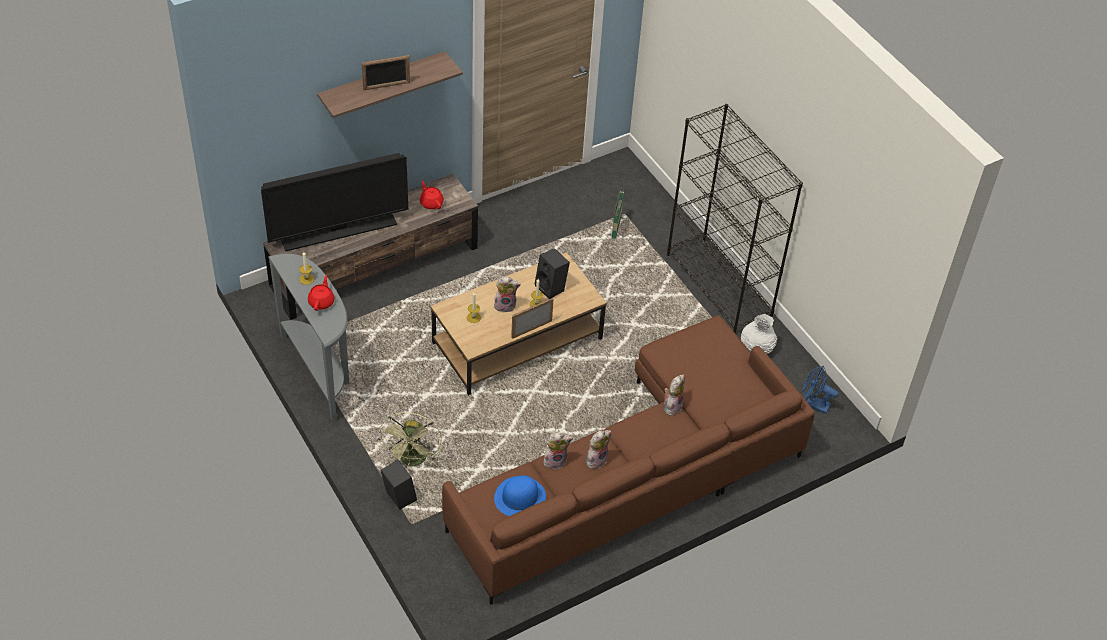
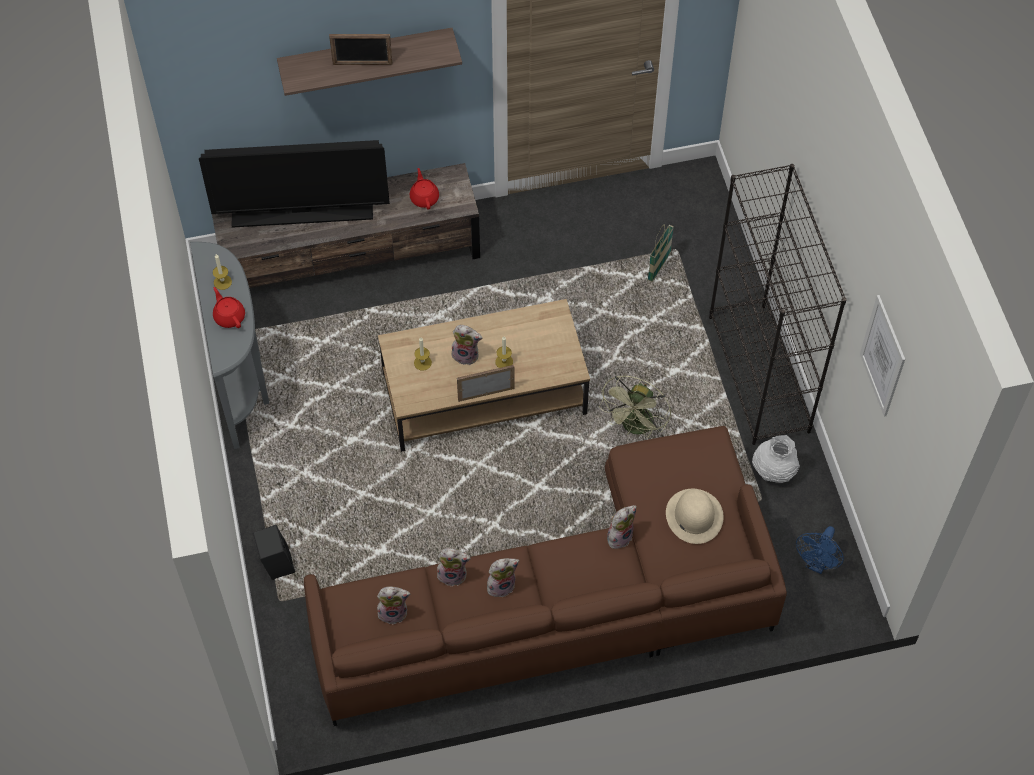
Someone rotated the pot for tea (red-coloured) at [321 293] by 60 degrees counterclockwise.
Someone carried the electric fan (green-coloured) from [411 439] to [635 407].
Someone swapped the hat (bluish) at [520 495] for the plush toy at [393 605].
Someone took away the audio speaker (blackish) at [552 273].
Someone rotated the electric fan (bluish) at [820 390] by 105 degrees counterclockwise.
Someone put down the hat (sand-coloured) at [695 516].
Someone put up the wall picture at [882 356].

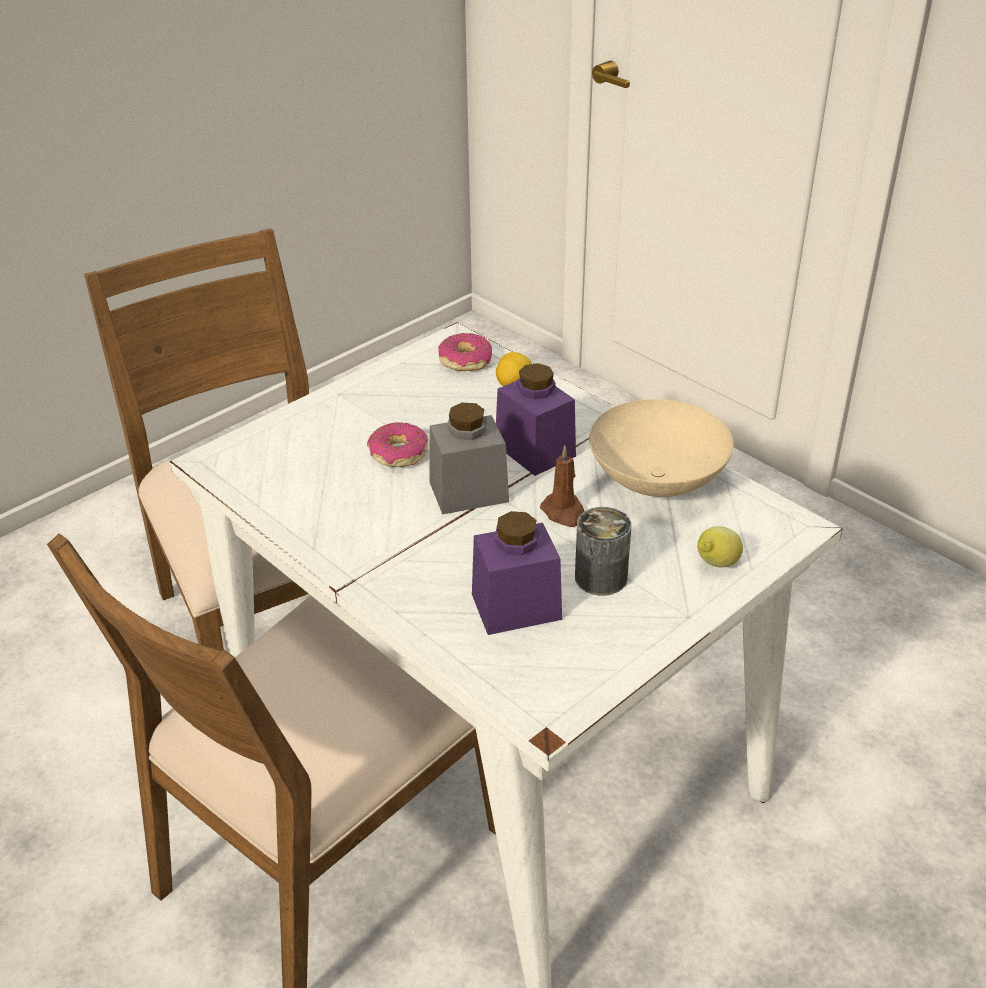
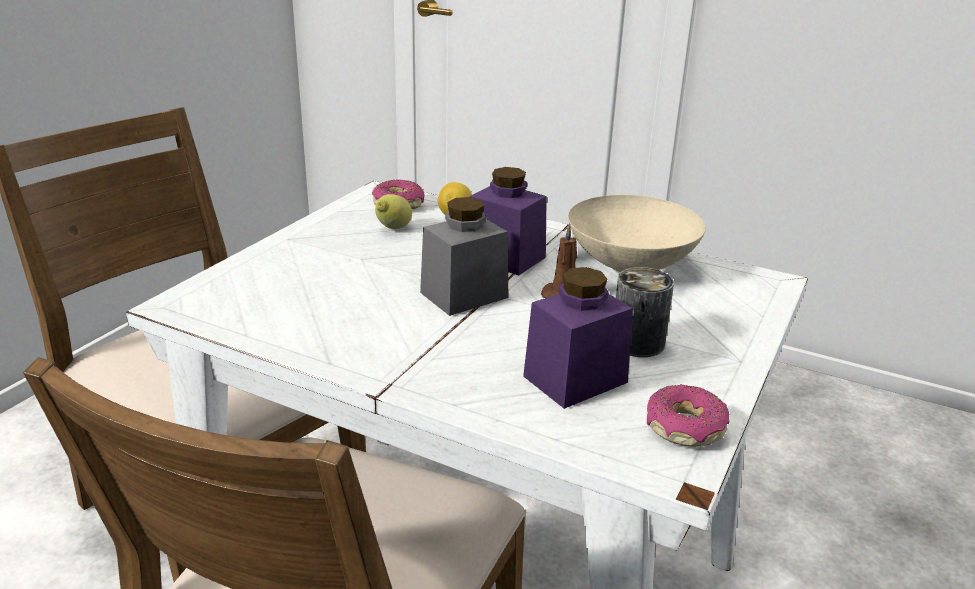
Someone carried the doughnut from [397 444] to [688 416].
Someone carried the lemon from [720 546] to [393 211].

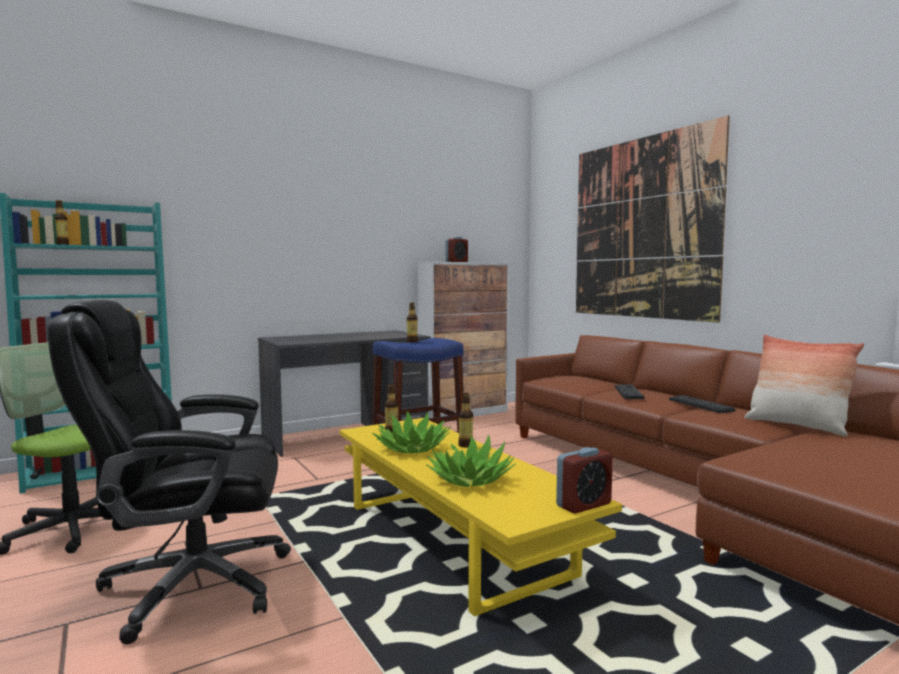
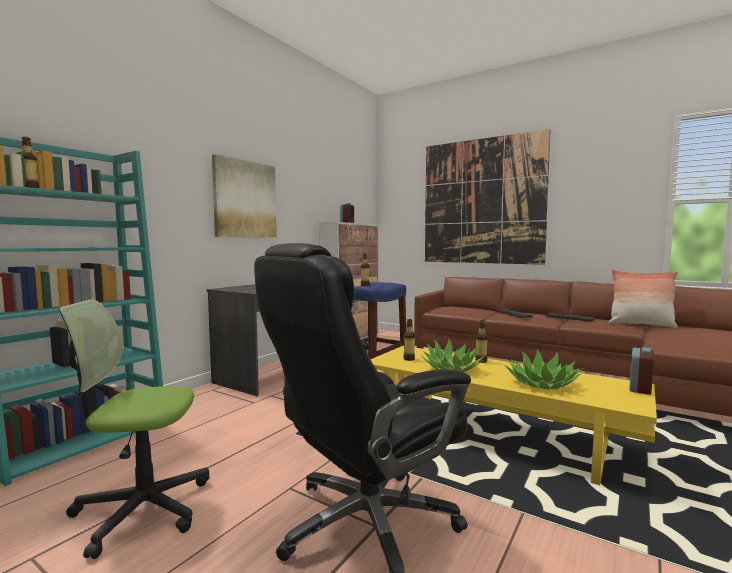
Someone put up the wall picture at [244 196].

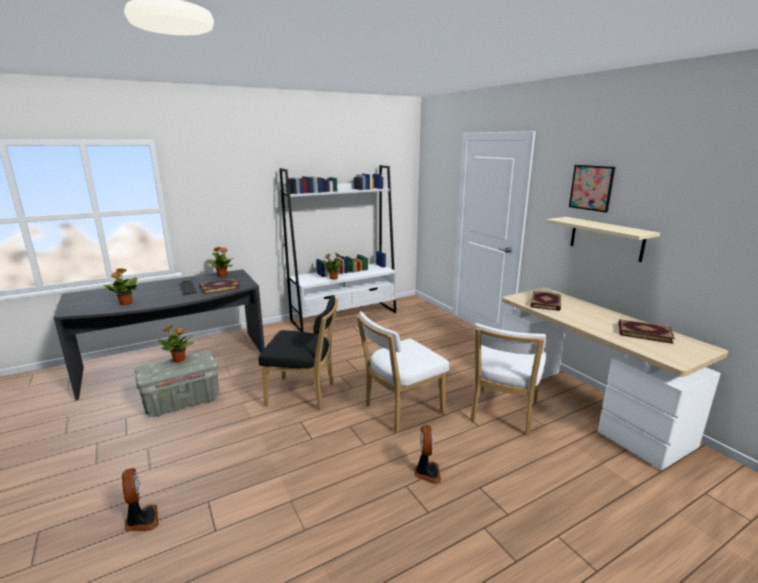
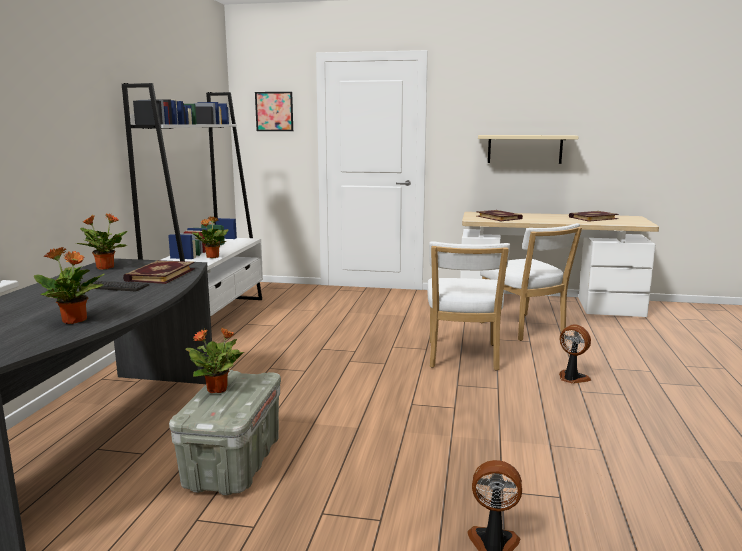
Someone took away the upright chair (blackish) at [298 352].
Someone carried the wall picture from [592 189] to [274 111].

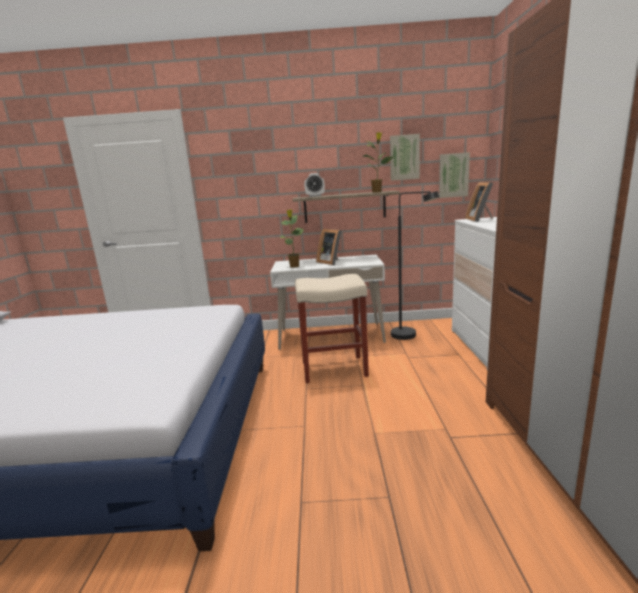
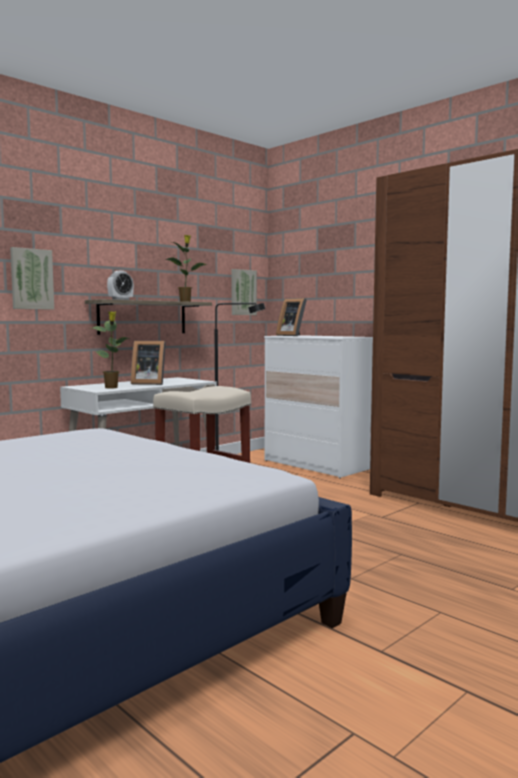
Someone carried the wall picture from [405 157] to [32 278].

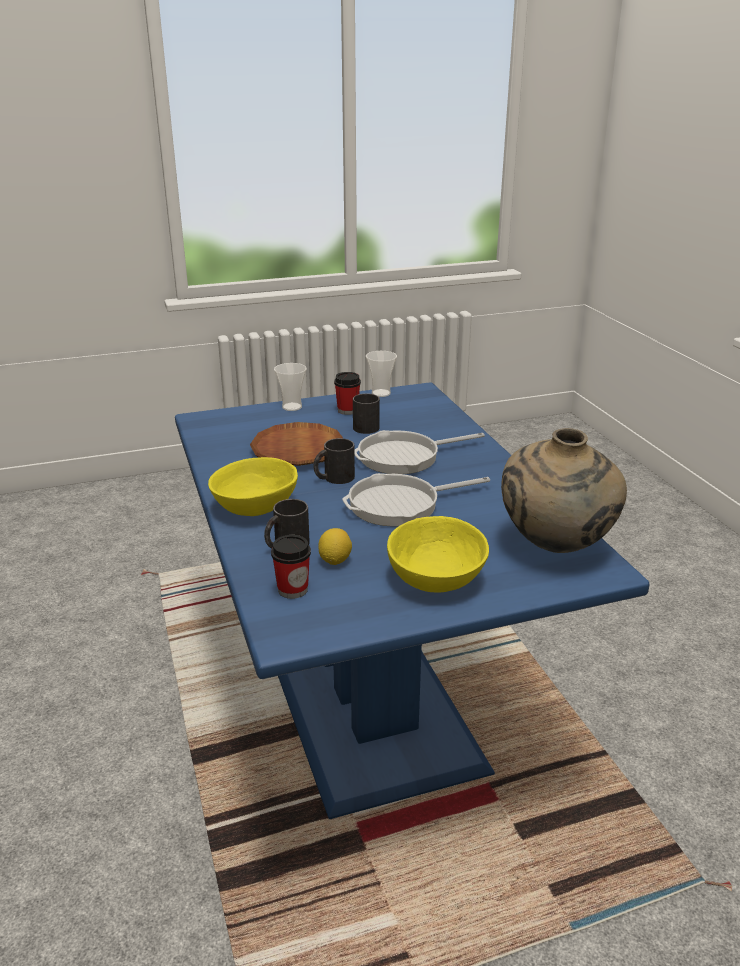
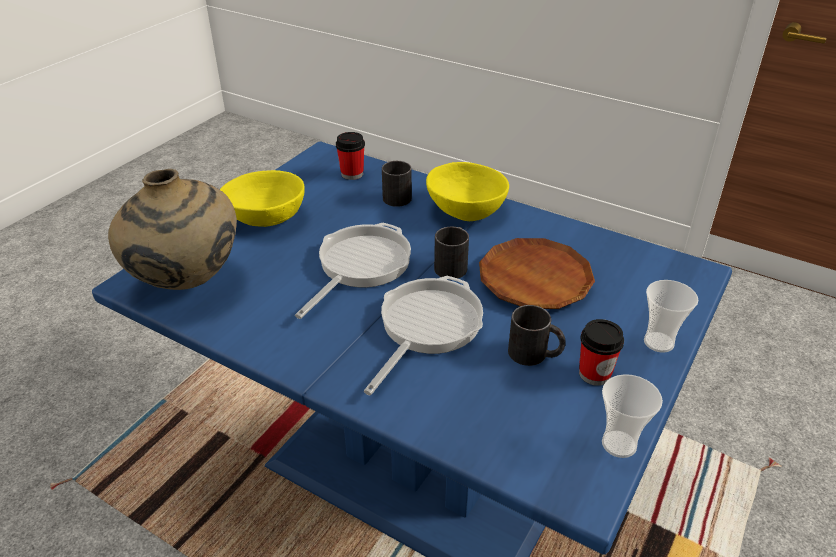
Someone took away the lemon at [335 546].

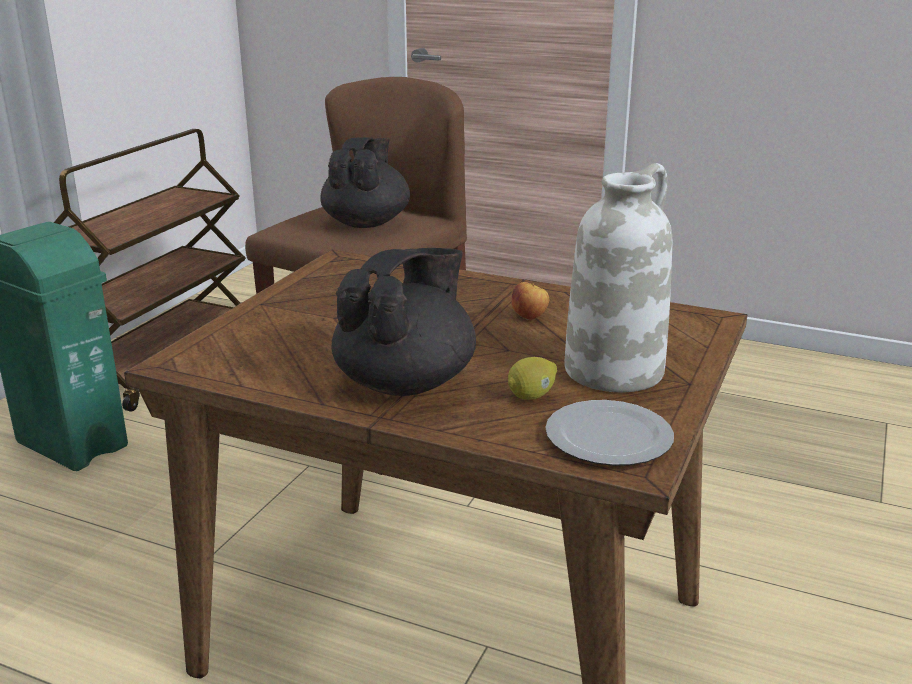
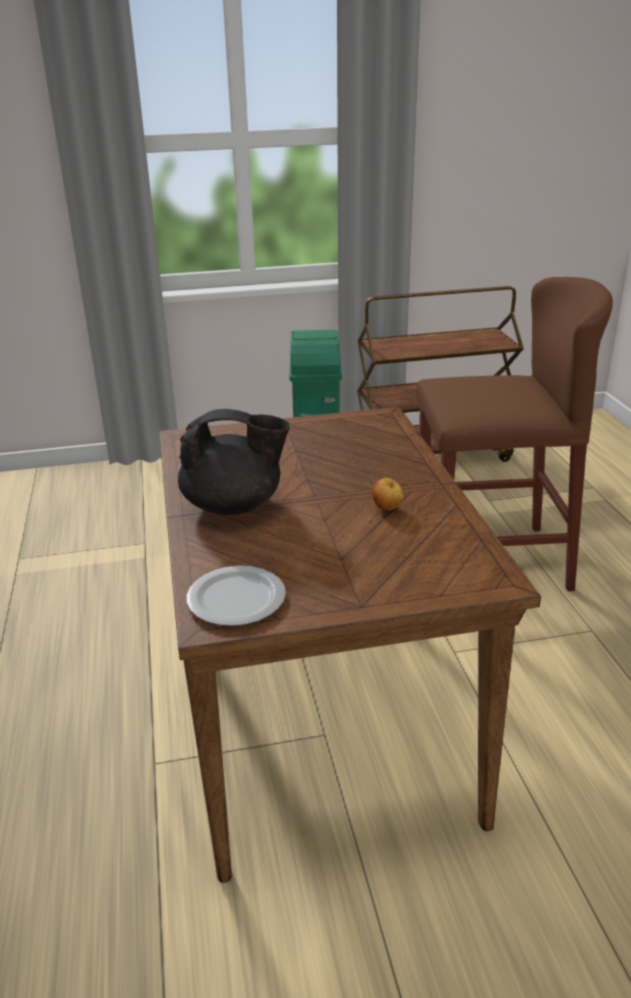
Someone took away the pot for tea (blackish) at [365 182].
Someone took away the lemon at [532 378].
Someone took away the vase (white-coloured) at [618 277].

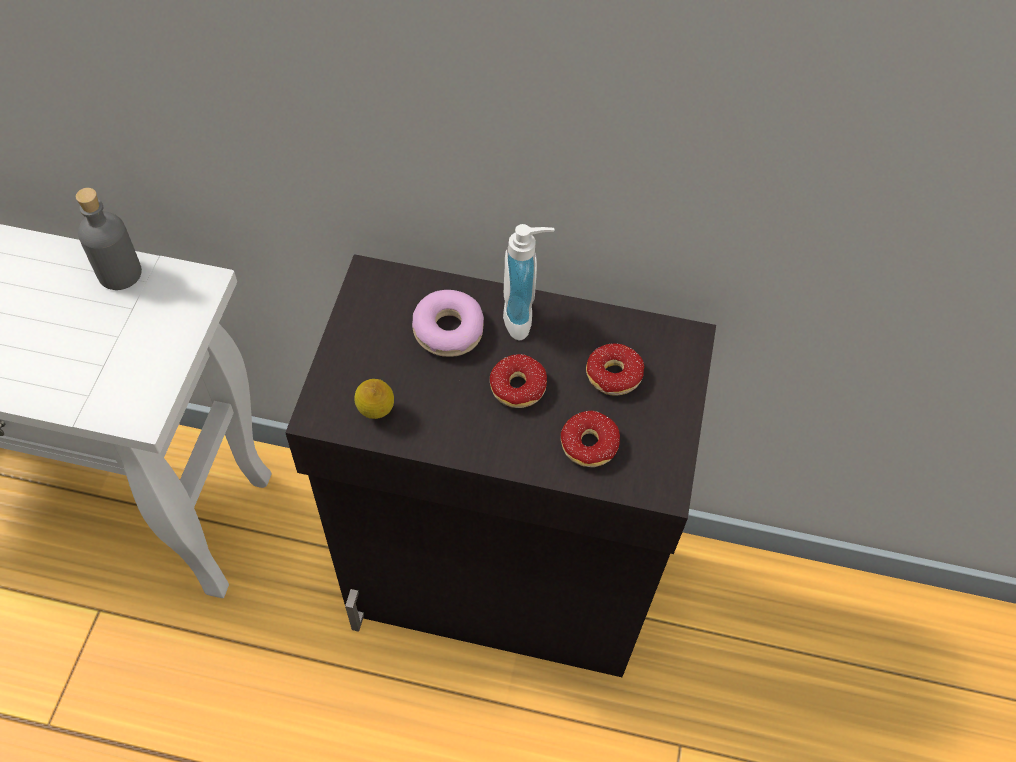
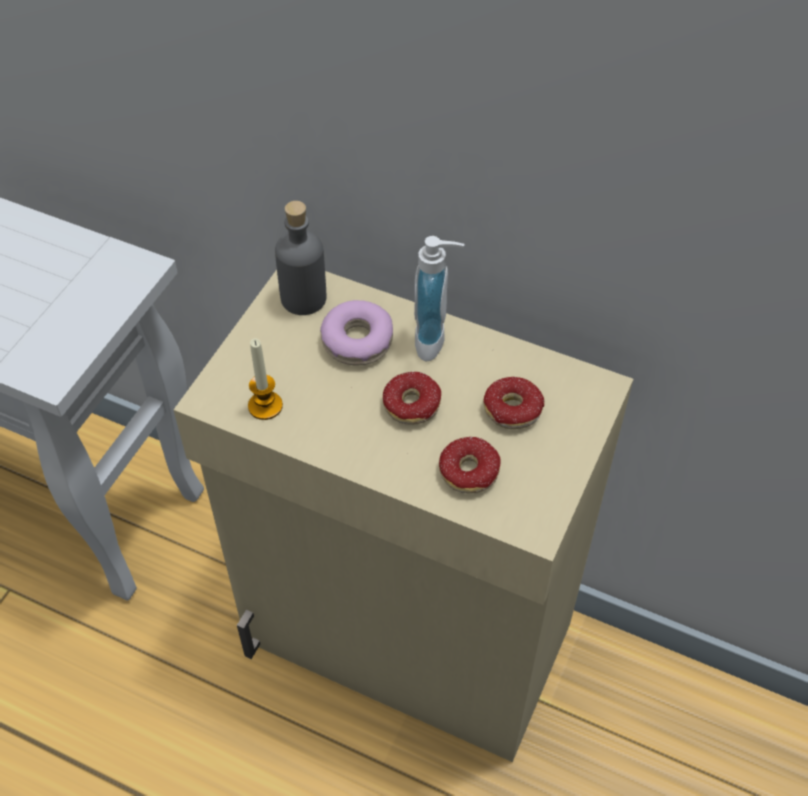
Someone carried the drink bottle (greyish) from [109 239] to [300 258].
Someone repainted the cabinet (blackish) at [500 465], which became the cabinet (sand-coloured) at [403 516].
Someone swapped the lemon at [374 399] for the wax light at [265 379].

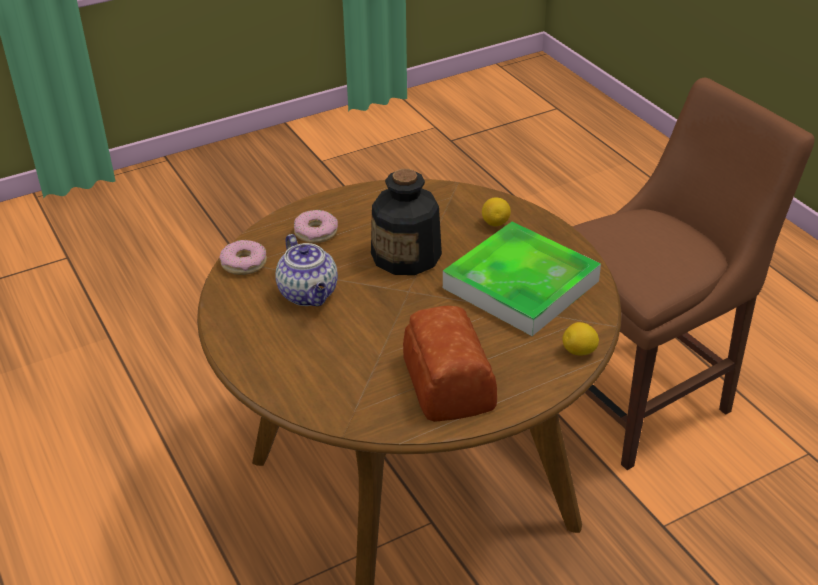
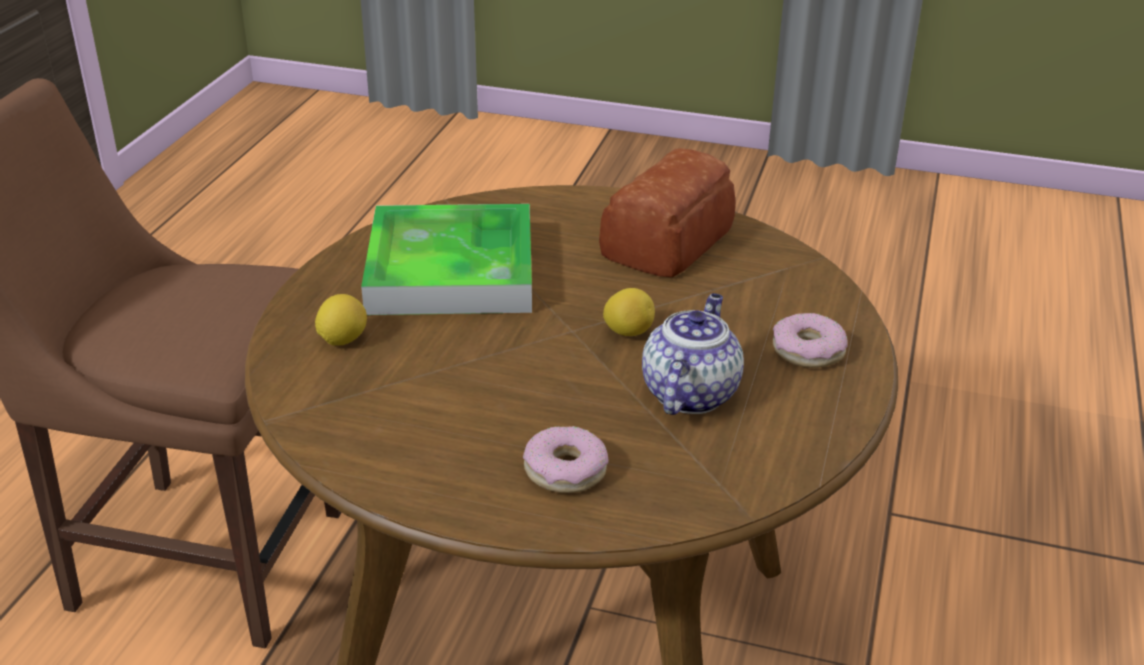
Someone carried the doughnut from [243 257] to [810 340].
Someone took away the drink bottle at [406 222].
Someone carried the lemon from [581 339] to [629 312].

